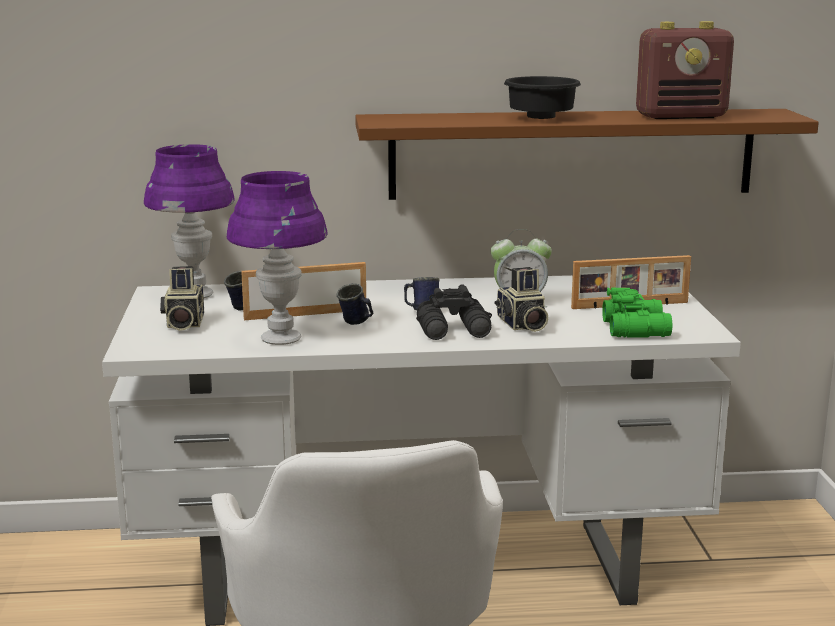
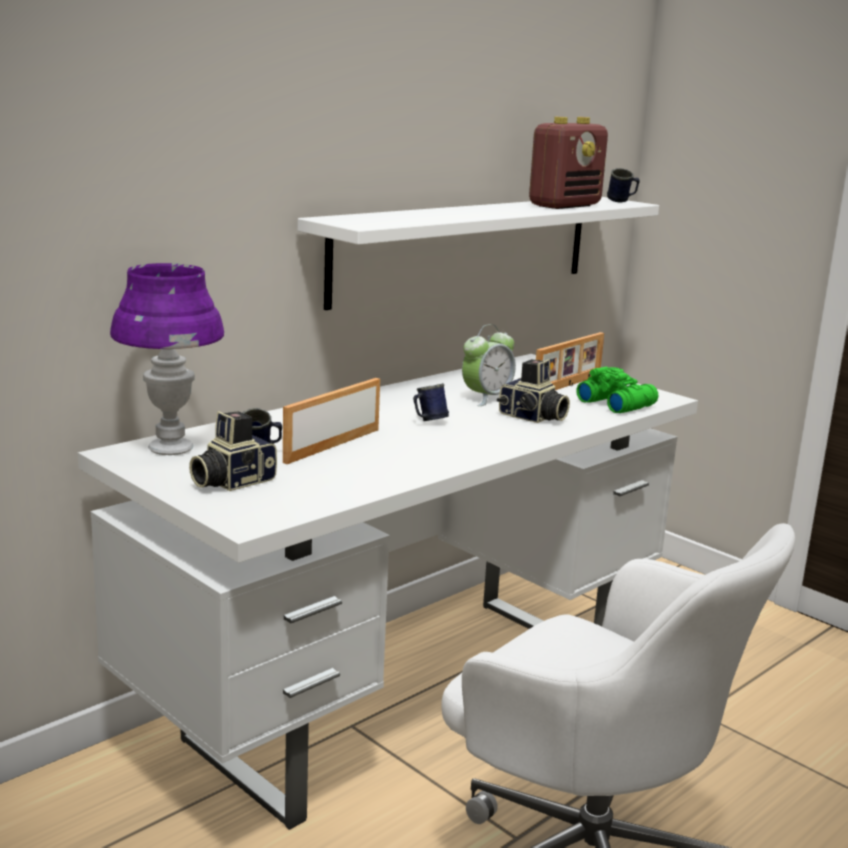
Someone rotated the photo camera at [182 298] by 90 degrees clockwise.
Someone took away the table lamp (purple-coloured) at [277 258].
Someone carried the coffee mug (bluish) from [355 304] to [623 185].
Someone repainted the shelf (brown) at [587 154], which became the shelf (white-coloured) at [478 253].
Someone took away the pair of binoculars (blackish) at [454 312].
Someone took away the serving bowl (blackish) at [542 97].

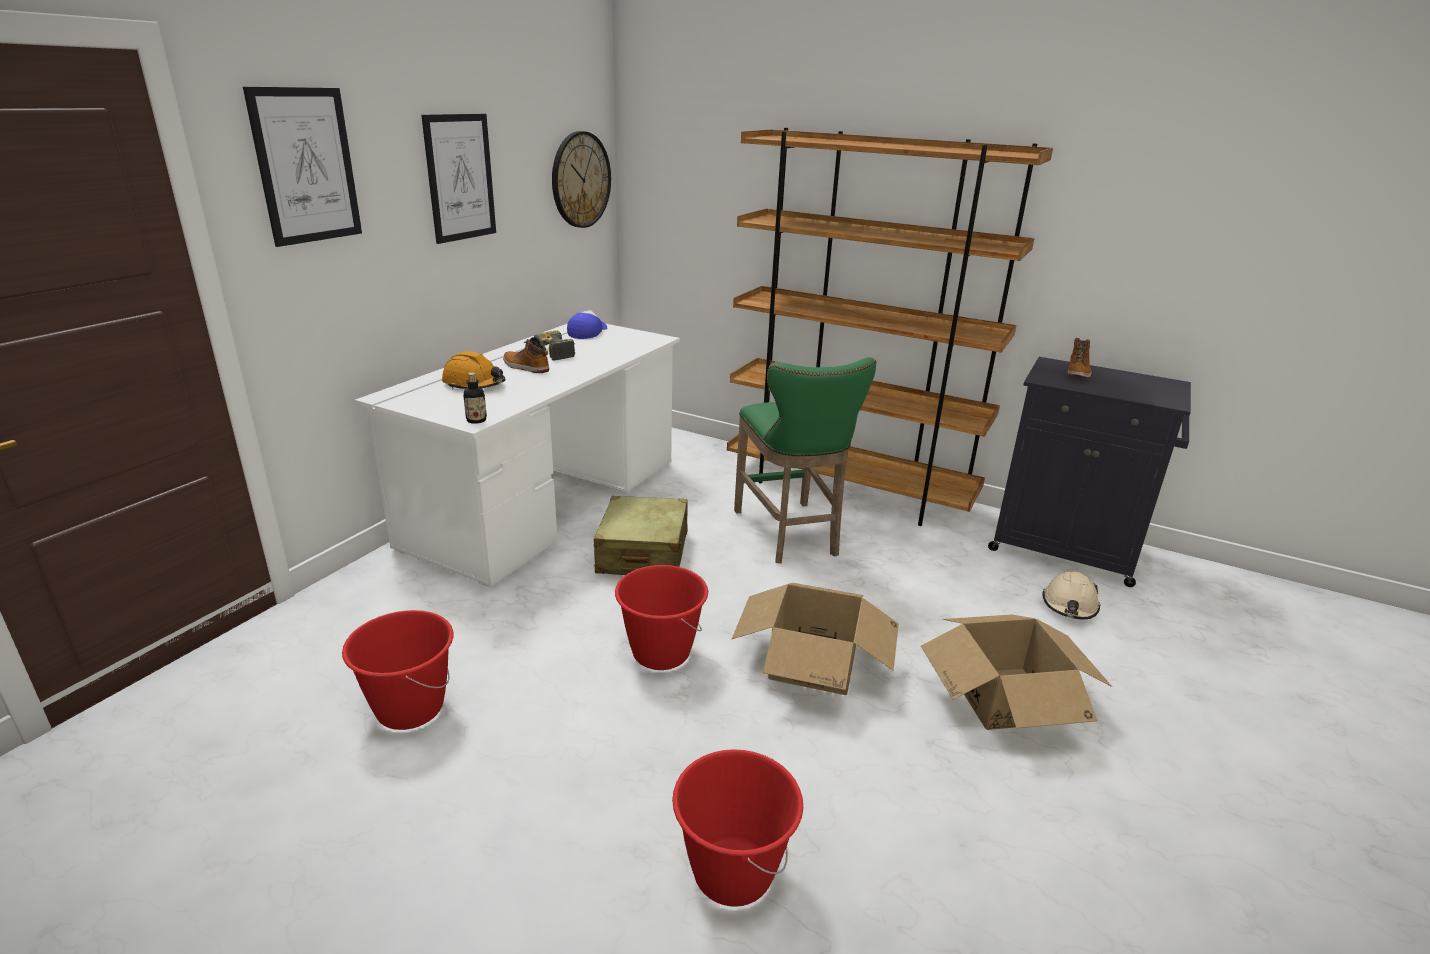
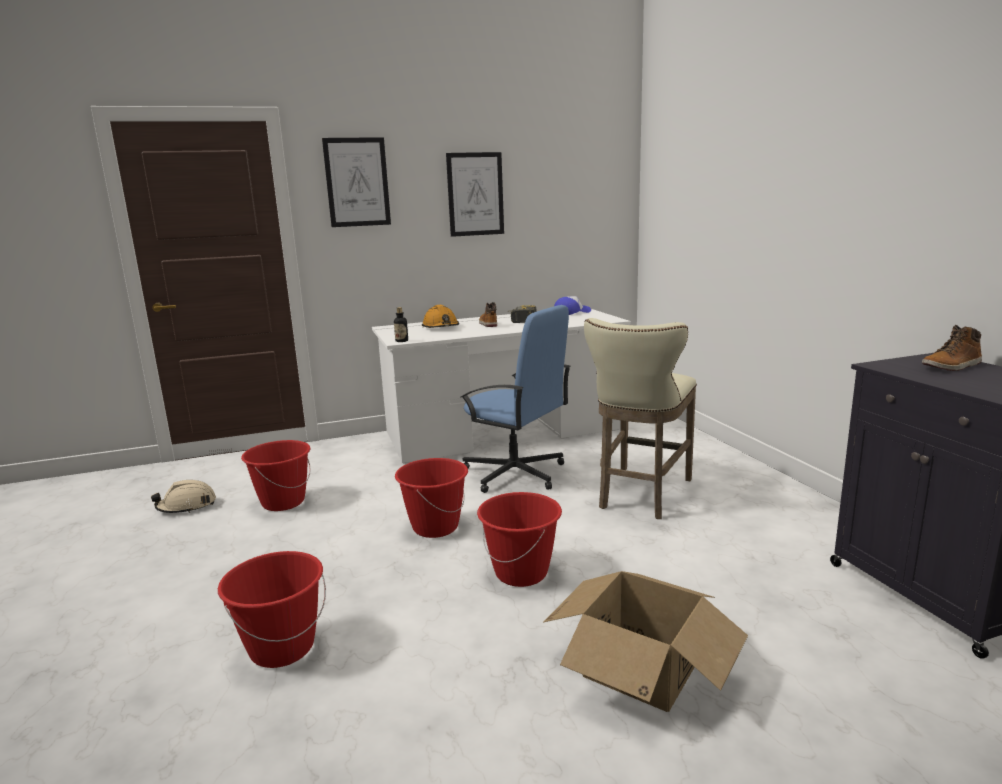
Someone took away the clock on the wall at [581 179].
Someone swapped the travel case (sand-coloured) at [641 535] for the office chair (bluish) at [516 399].
Someone took away the shelving unit (brown) at [890 327].
Someone swapped the cardboard box at [815 639] for the water bucket (red-coloured) at [519 539].
Someone repainted the stool seat (green-coloured) at [805 460], which became the stool seat (sand-coloured) at [640 418].
Someone carried the hard hat (sand-coloured) from [1071 595] to [183 496].

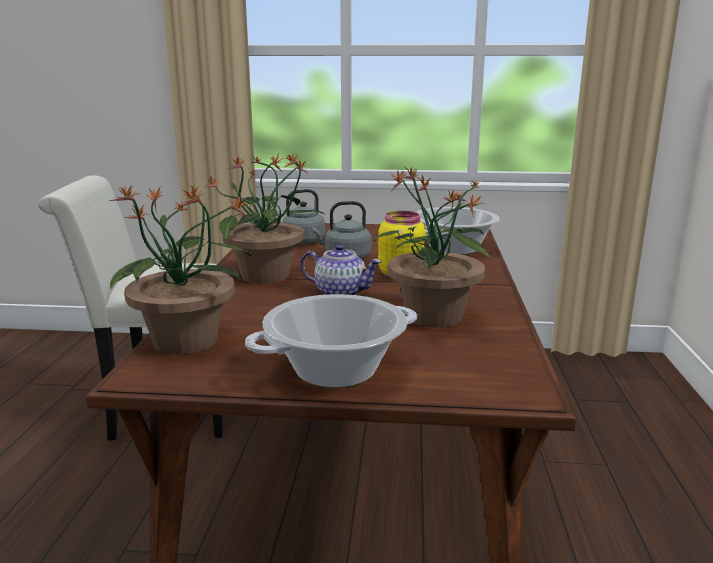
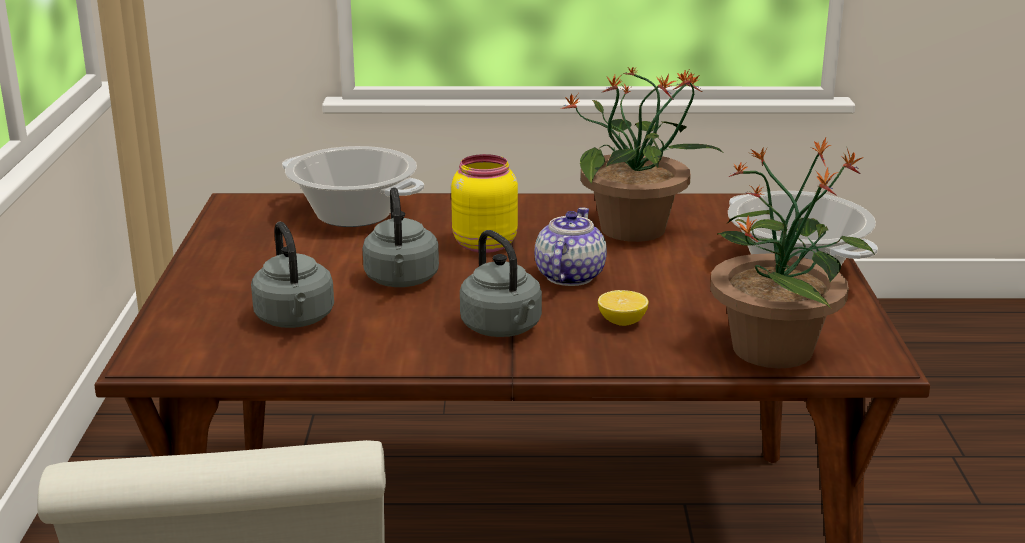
Someone swapped the potted plant at [265 218] for the tea kettle (greyish) at [501 283].
Someone put down the lemon at [623 308].

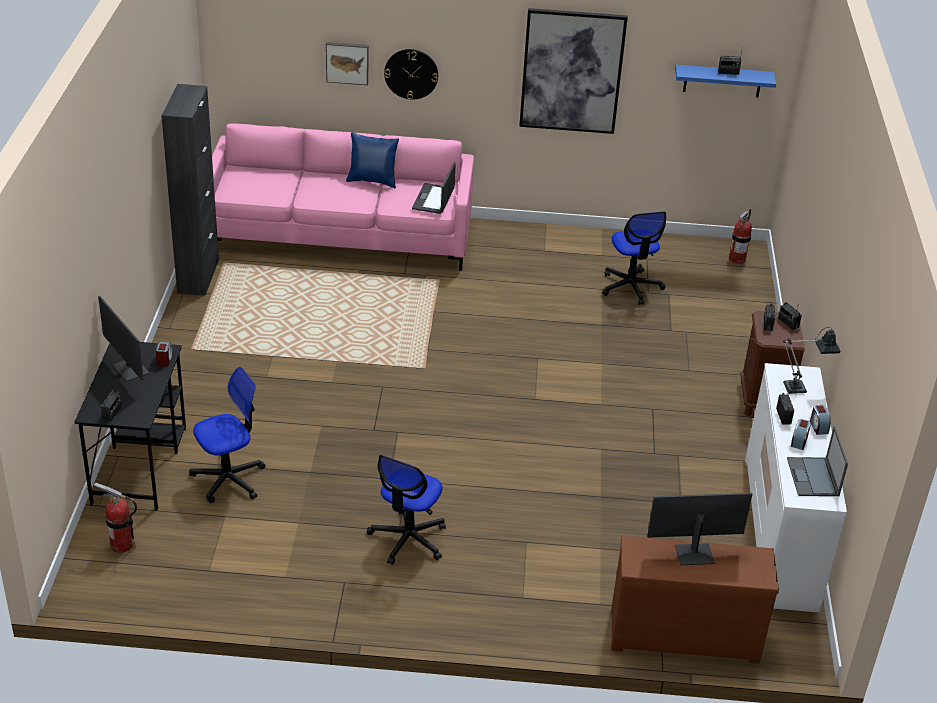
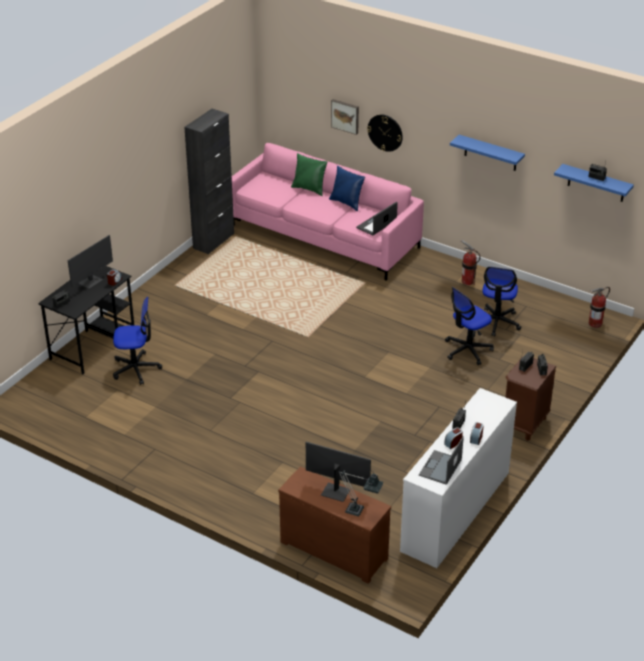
Someone carried the fire extinguisher from [115 518] to [470 262].
Someone rotated the computer screen at [123 339] by 135 degrees counterclockwise.
Someone carried the office chair from [406 510] to [469 326].
Someone swapped the wall picture at [573 71] for the shelf (bluish) at [487 153].
Someone carried the table lamp from [812 360] to [360 493].
Someone put down the pillow (green-coloured) at [309 174].

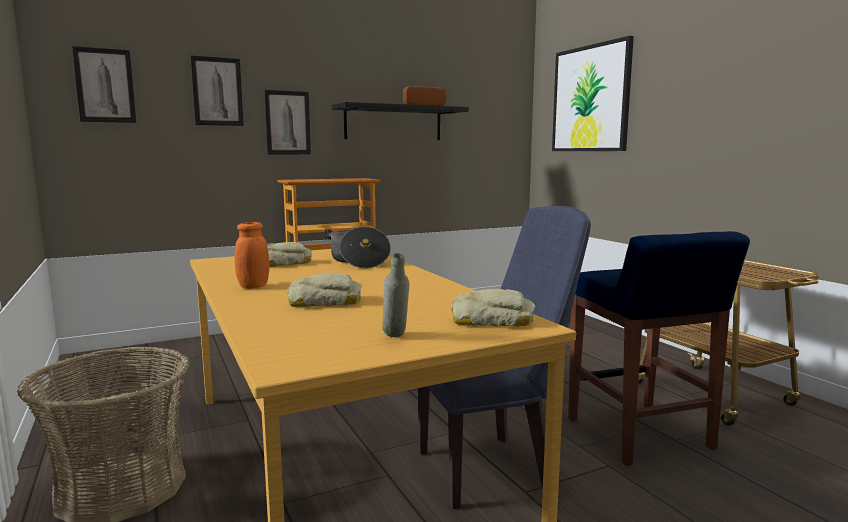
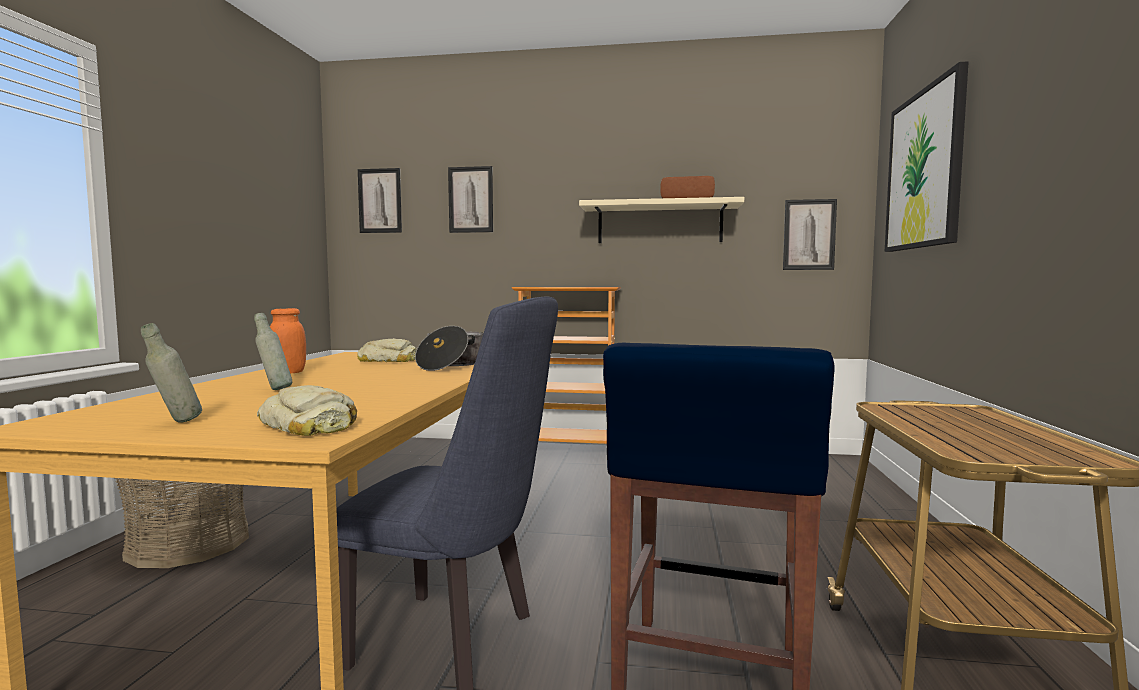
Someone carried the wall picture from [287 122] to [810 234].
Someone swapped the bread at [324 290] for the drink bottle (greyish) at [273 351].
Someone repainted the shelf (blackish) at [400 121], which became the shelf (sand-coloured) at [661 220].

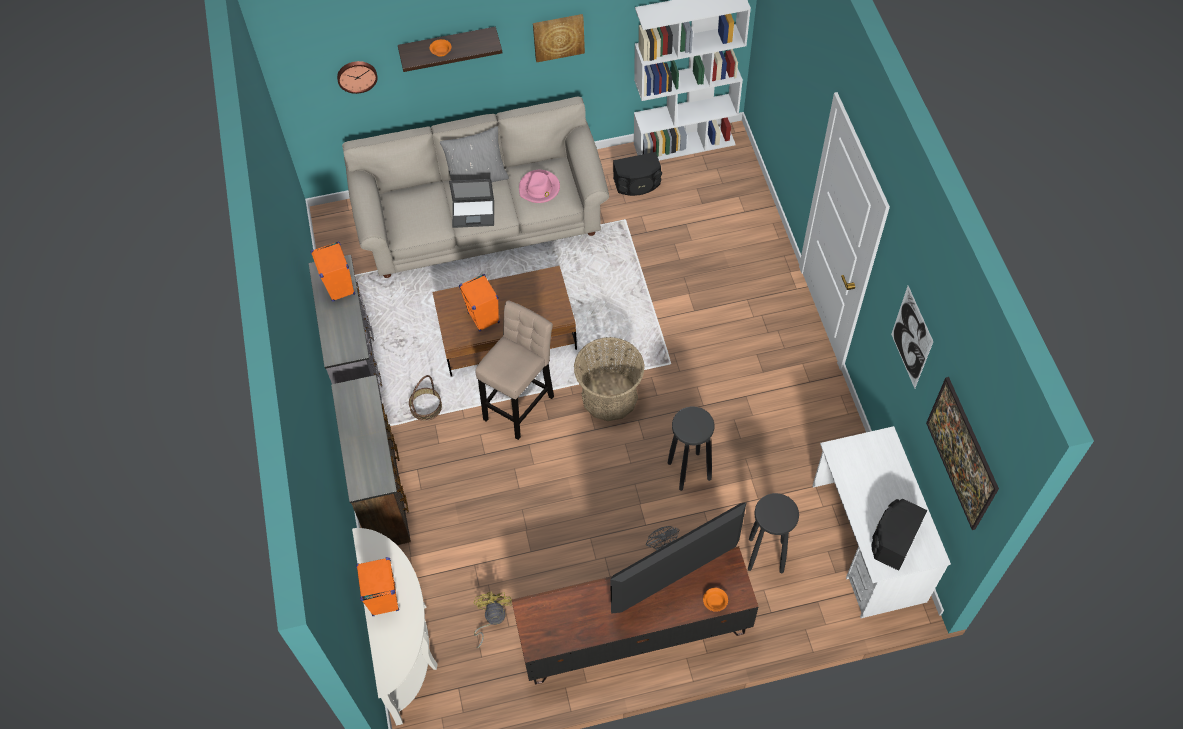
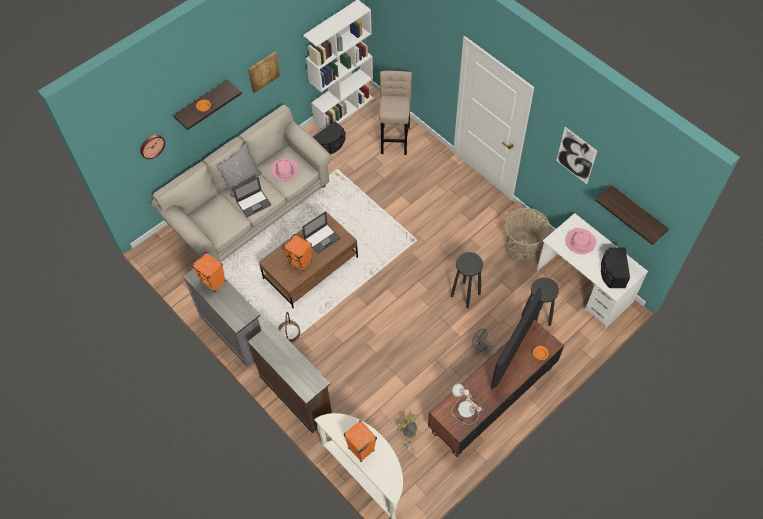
Someone carried the stool seat (sand-coloured) from [515 370] to [395 113].
Someone carried the storage basket from [609 379] to [527 235].
Someone swapped the wall picture at [962 453] for the shelf at [632 215].
Someone put down the laptop at [321 232].
Someone put down the table lamp at [467 404].
Someone put down the hat (pinkish) at [580 241].

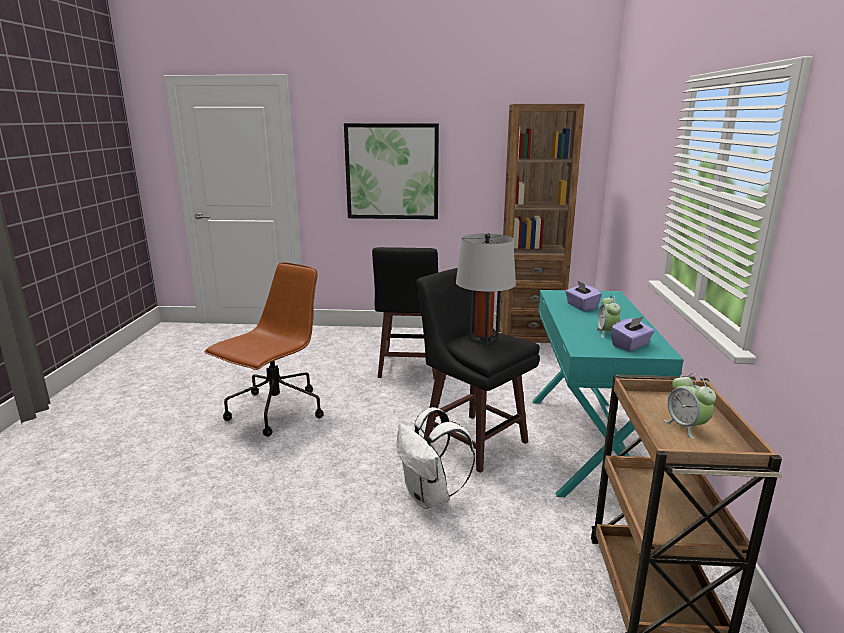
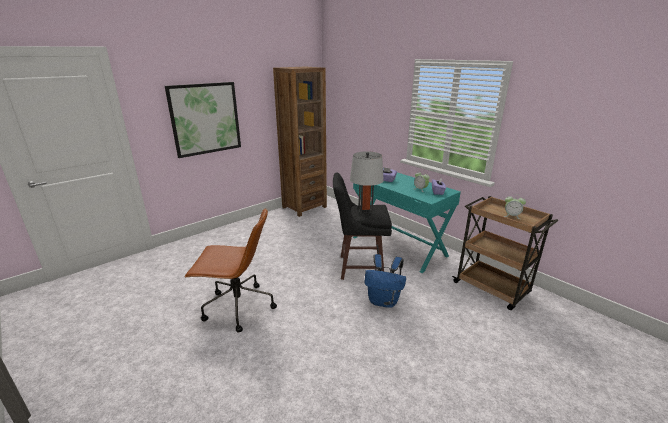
Someone rotated the office chair (brown) at [263 349] by 105 degrees clockwise.
Someone took away the stool seat (blackish) at [405 313].
Someone repainted the rucksack (white-coloured) at [436 458], which became the rucksack (bluish) at [385 281].

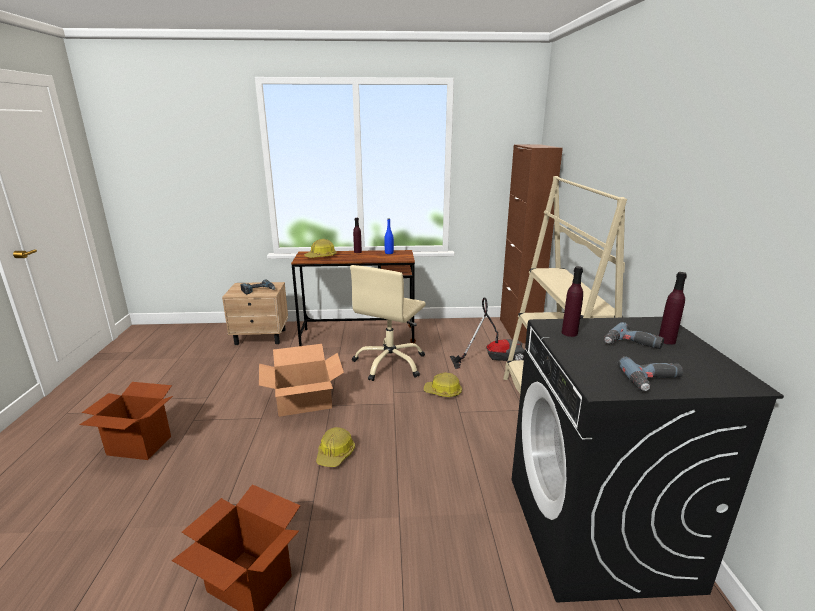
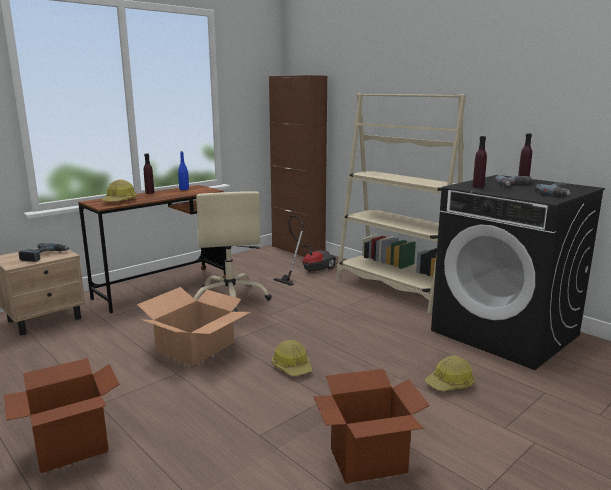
Someone carried the hard hat from [443 385] to [449 373].

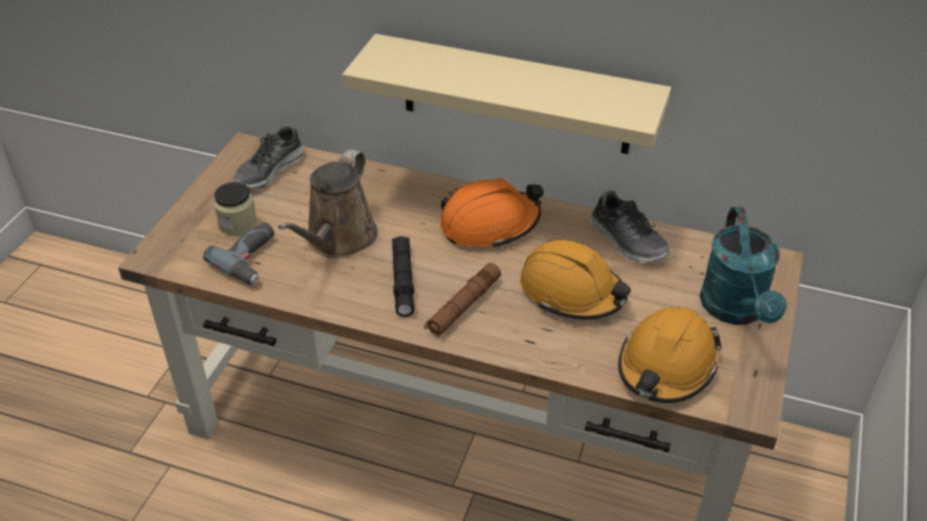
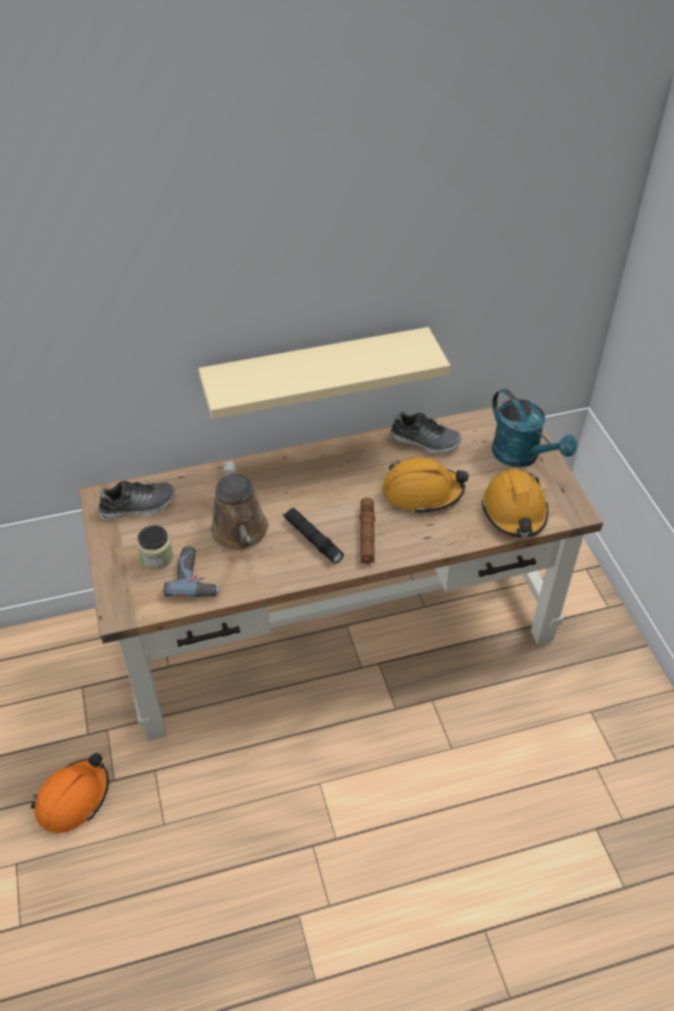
Someone rotated the shoe at [269 156] by 105 degrees counterclockwise.
Someone carried the hard hat (orange-coloured) from [491 213] to [70 793].

